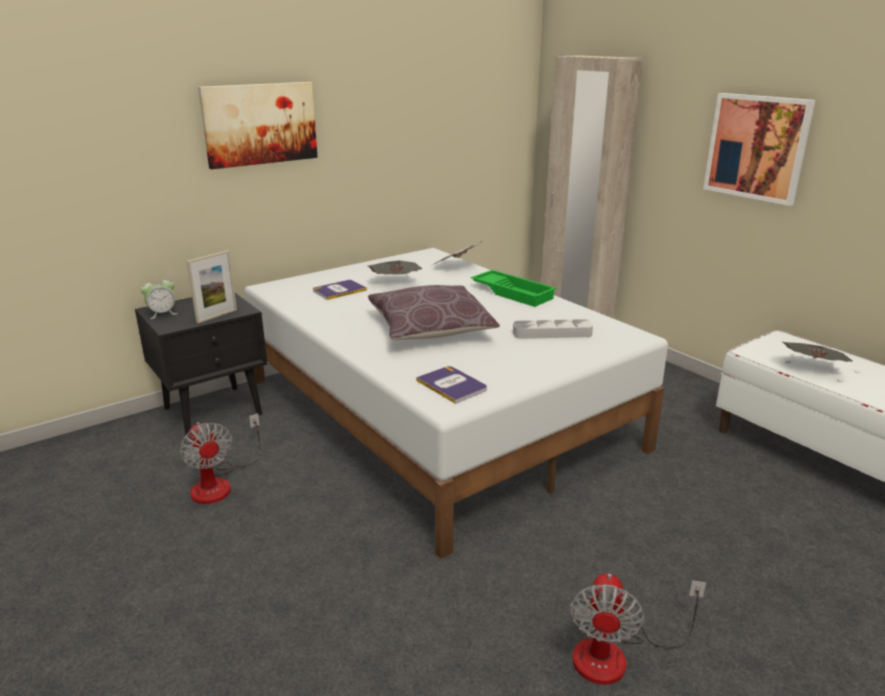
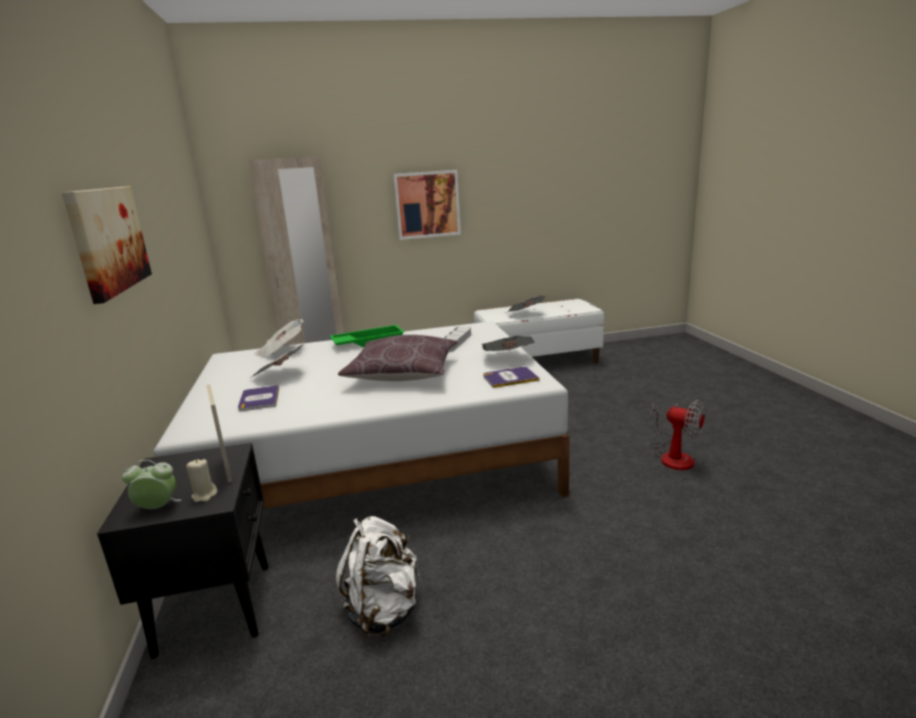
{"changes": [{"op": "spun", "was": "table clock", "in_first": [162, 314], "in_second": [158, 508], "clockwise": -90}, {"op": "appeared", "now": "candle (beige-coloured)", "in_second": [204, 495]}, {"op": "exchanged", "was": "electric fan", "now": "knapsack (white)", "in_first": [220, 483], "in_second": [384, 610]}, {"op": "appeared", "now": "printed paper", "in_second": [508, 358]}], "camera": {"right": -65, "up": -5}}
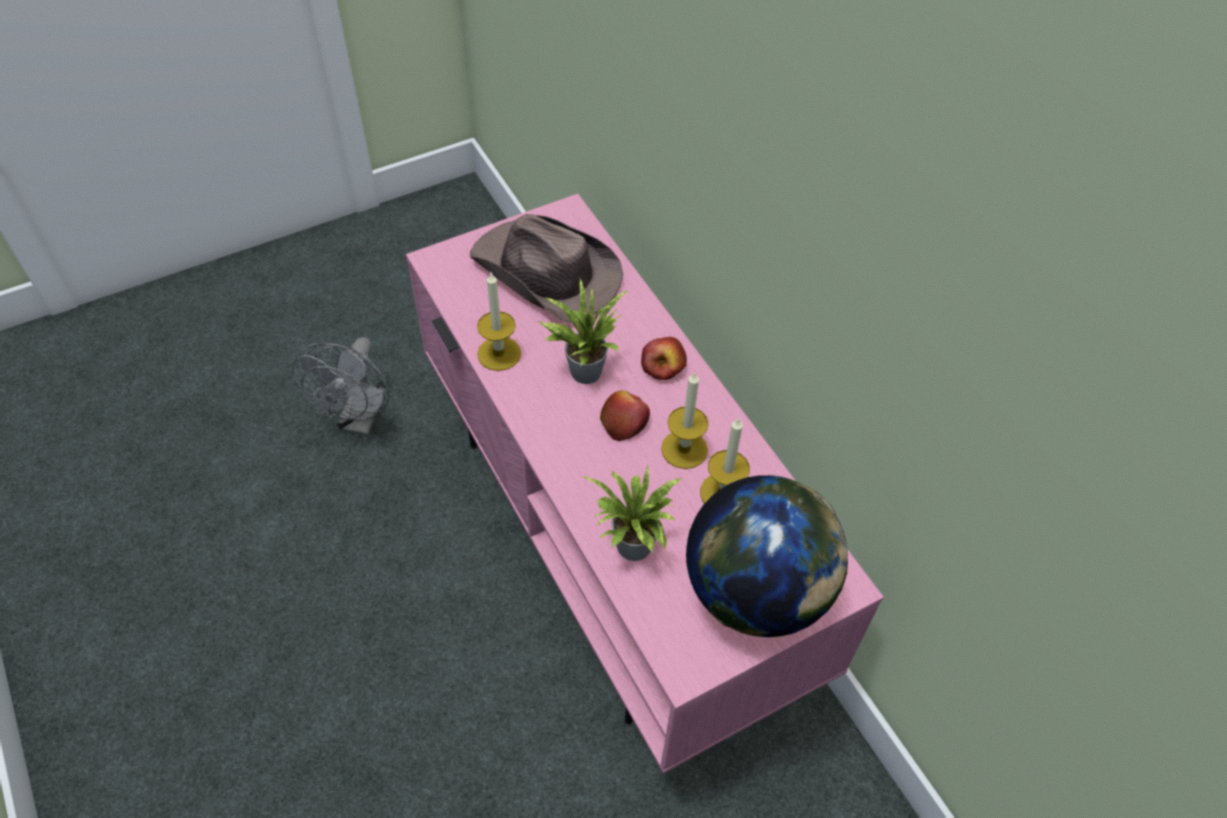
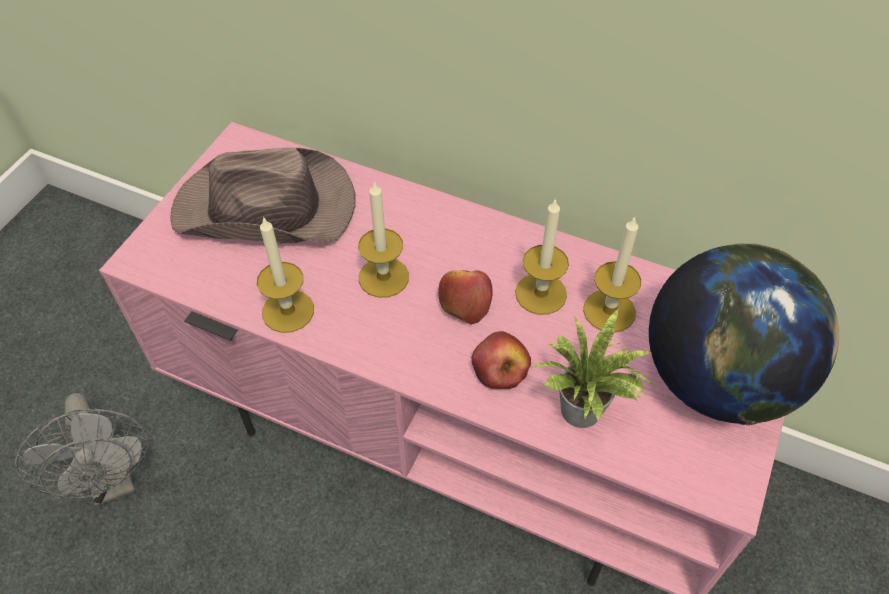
{"changes": [{"op": "exchanged", "was": "potted plant", "now": "candle", "in_first": [583, 369], "in_second": [383, 277]}, {"op": "relocated", "was": "apple fruit", "in_first": [663, 365], "in_second": [500, 368]}], "camera": {"right": -35, "up": 0}}
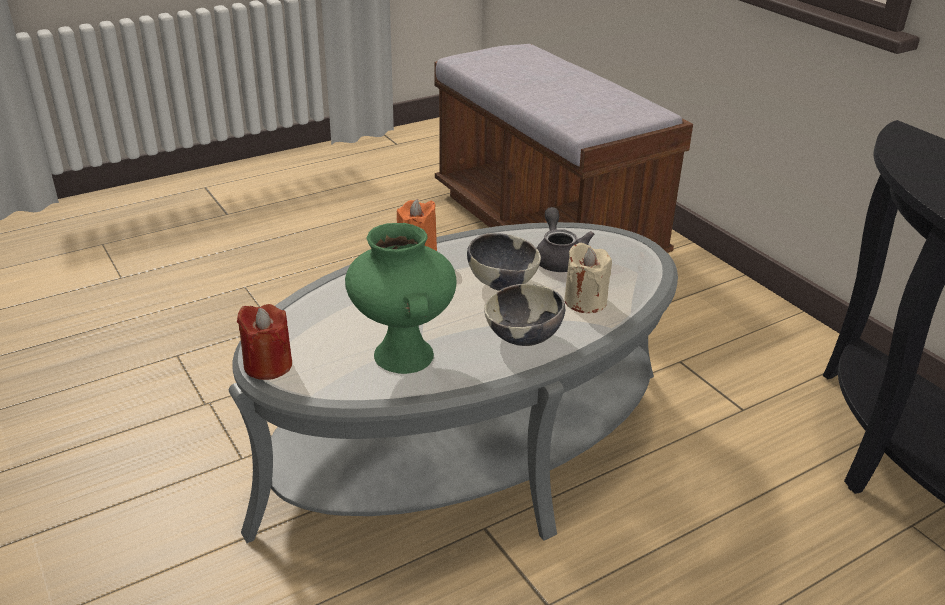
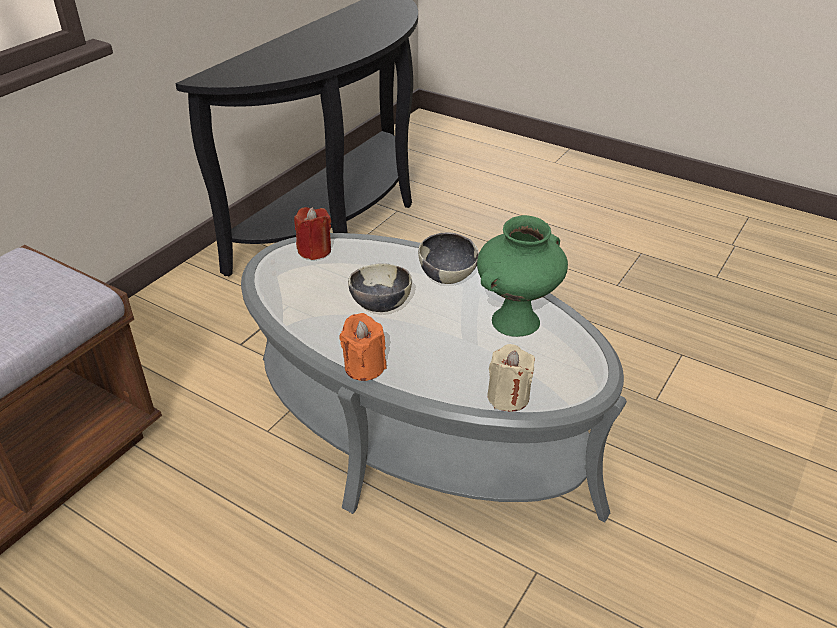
{"changes": [{"op": "relocated", "was": "candle (red-coloured)", "in_first": [268, 365], "in_second": [314, 250]}, {"op": "relocated", "was": "candle (beige-coloured)", "in_first": [585, 301], "in_second": [508, 397]}, {"op": "missing", "was": "teapot (grey)", "in_first": [558, 258]}], "camera": {"right": -115, "up": 5}}
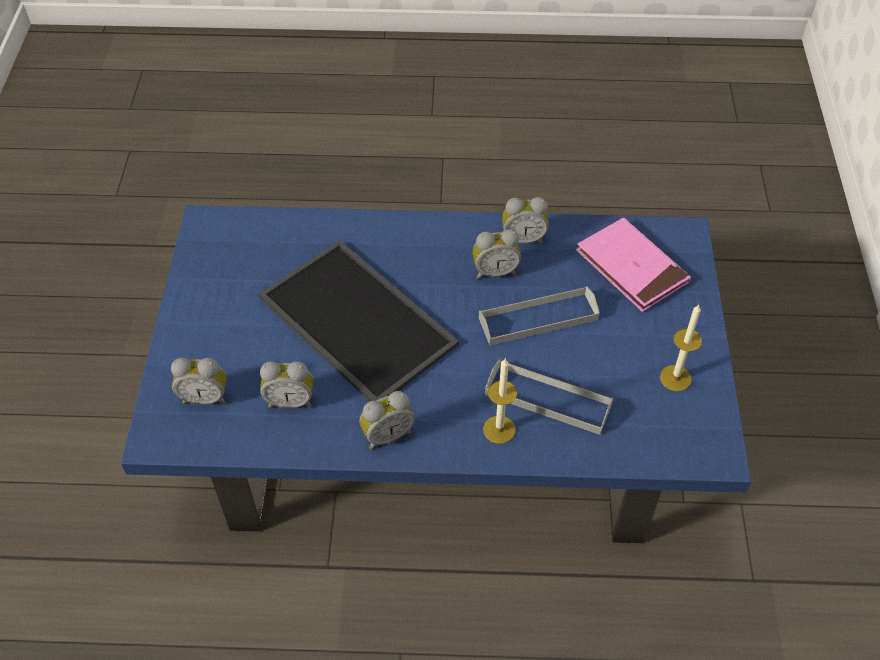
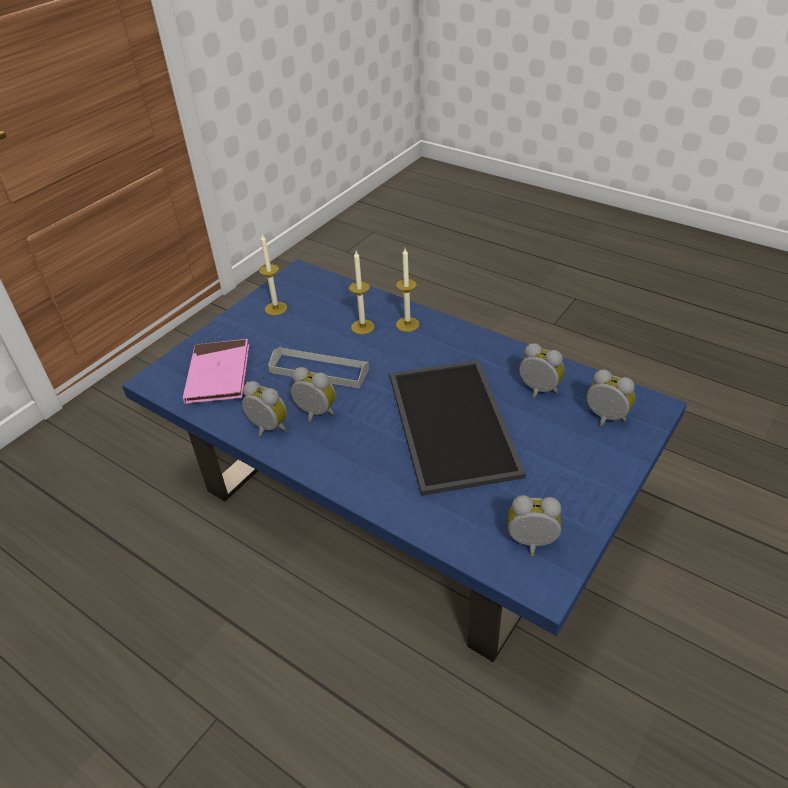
{"changes": [{"op": "exchanged", "was": "carrying tray (grey)", "now": "candle", "in_first": [548, 399], "in_second": [362, 327]}, {"op": "relocated", "was": "table clock", "in_first": [387, 434], "in_second": [531, 544]}], "camera": {"right": -145, "up": -10}}
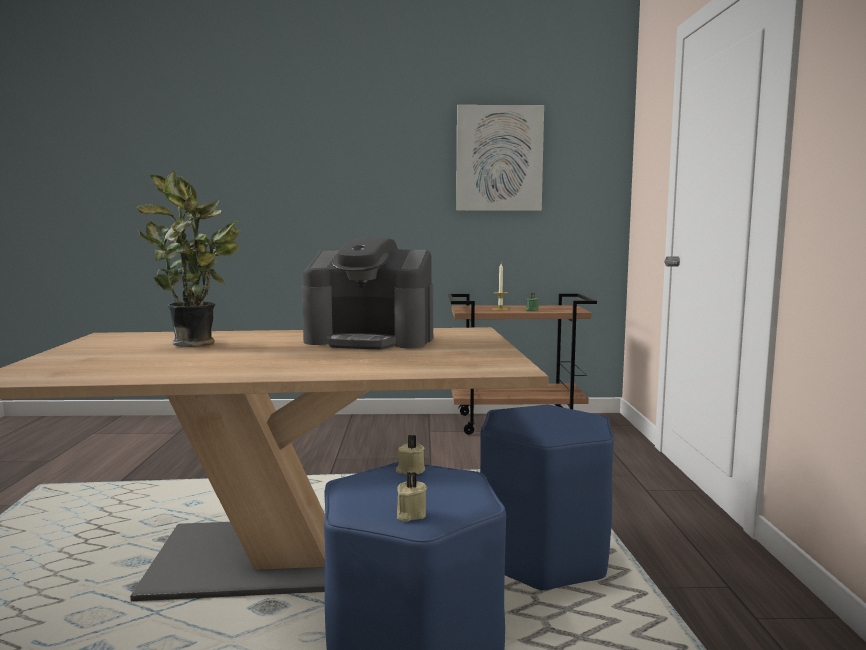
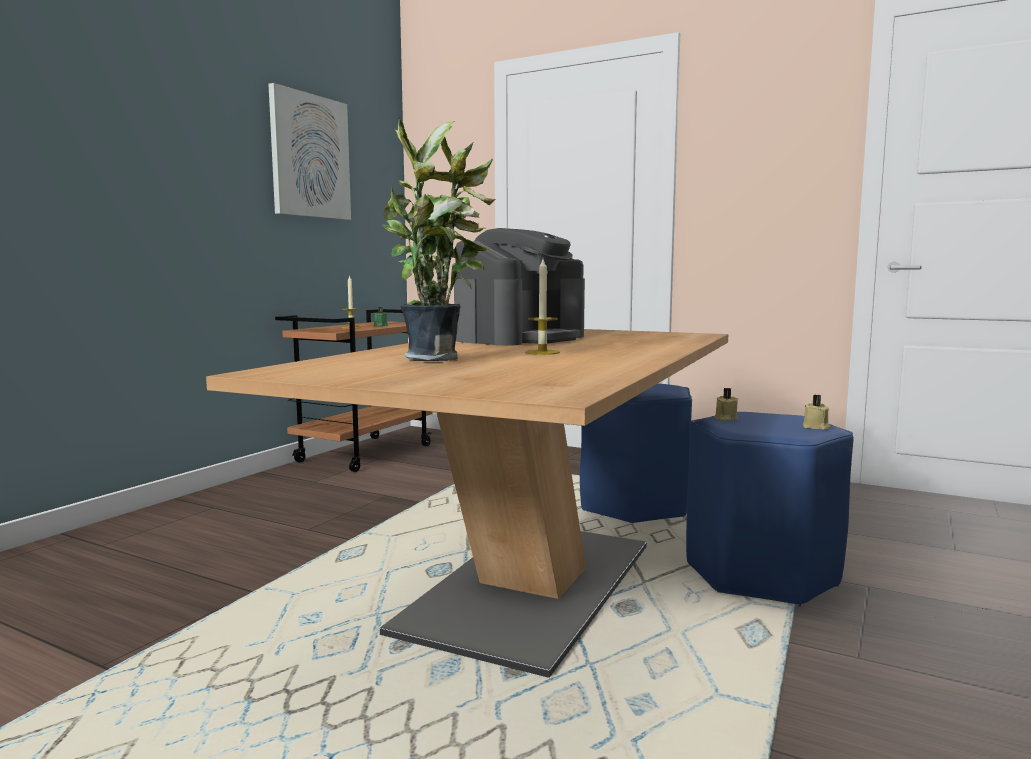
{"changes": [{"op": "appeared", "now": "candle", "in_second": [542, 352]}], "camera": {"right": -60, "up": 0}}
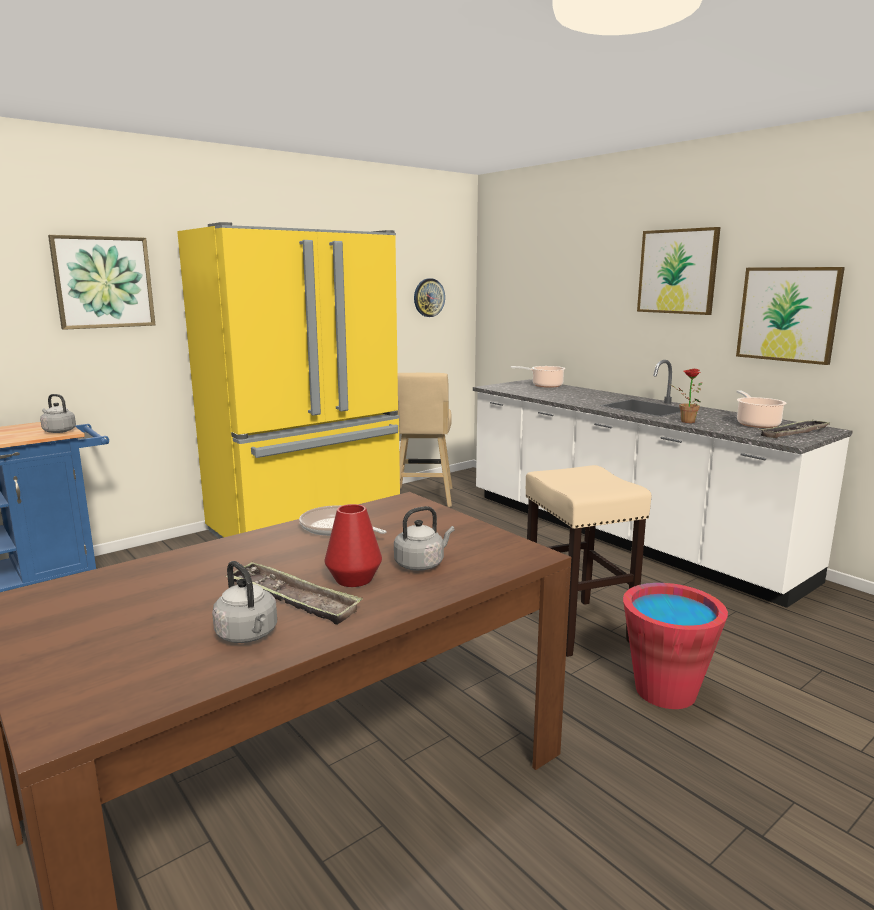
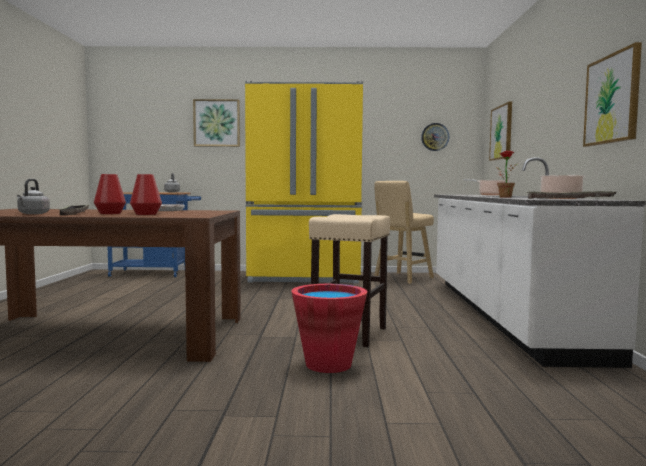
{"changes": [{"op": "exchanged", "was": "tea kettle (grey)", "now": "vase (red-coloured)", "in_first": [421, 564], "in_second": [146, 214]}, {"op": "relocated", "was": "wall art", "in_first": [677, 271], "in_second": [501, 132]}], "camera": {"right": 40, "up": -10}}
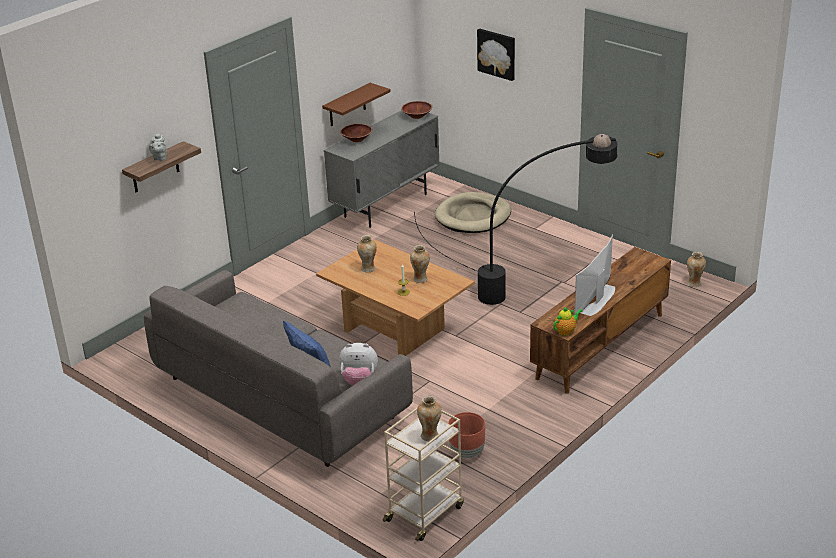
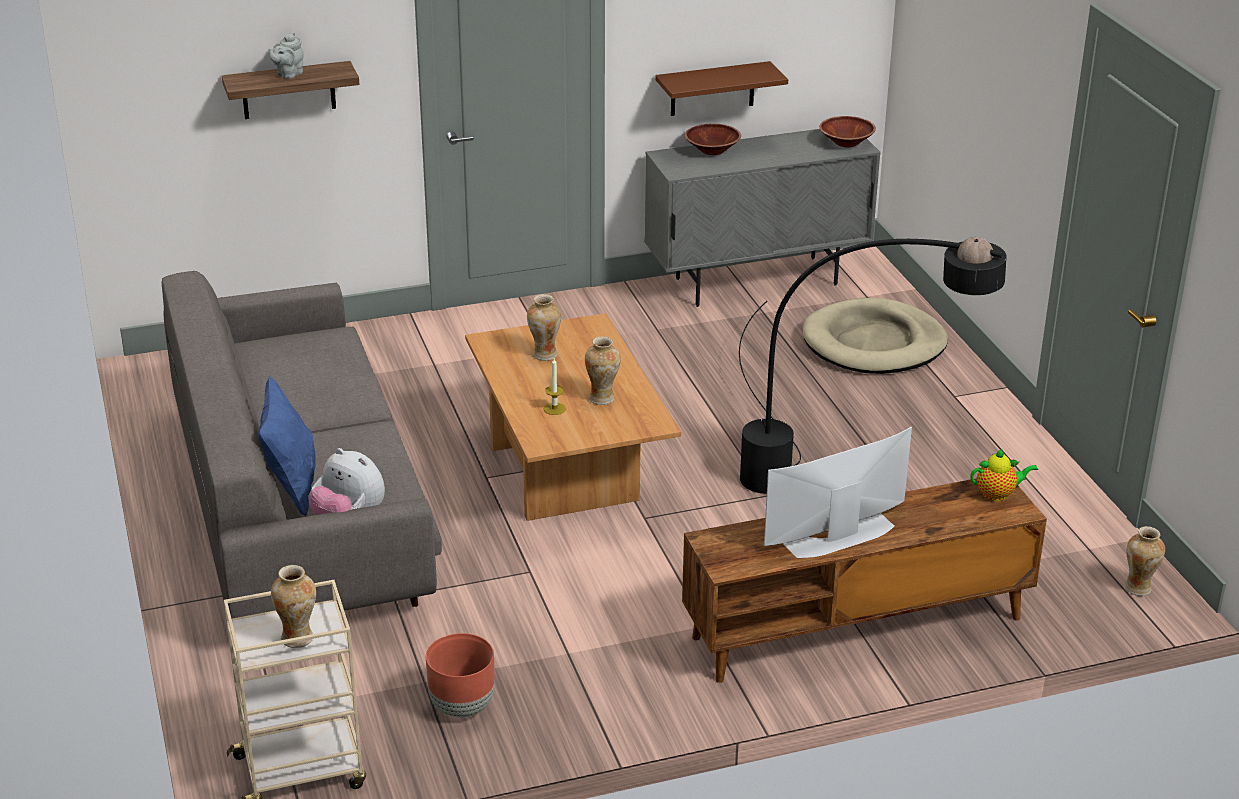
{"changes": [{"op": "relocated", "was": "teapot", "in_first": [566, 331], "in_second": [998, 494]}, {"op": "missing", "was": "wall art", "in_first": [497, 53]}], "camera": {"right": 30, "up": 0}}
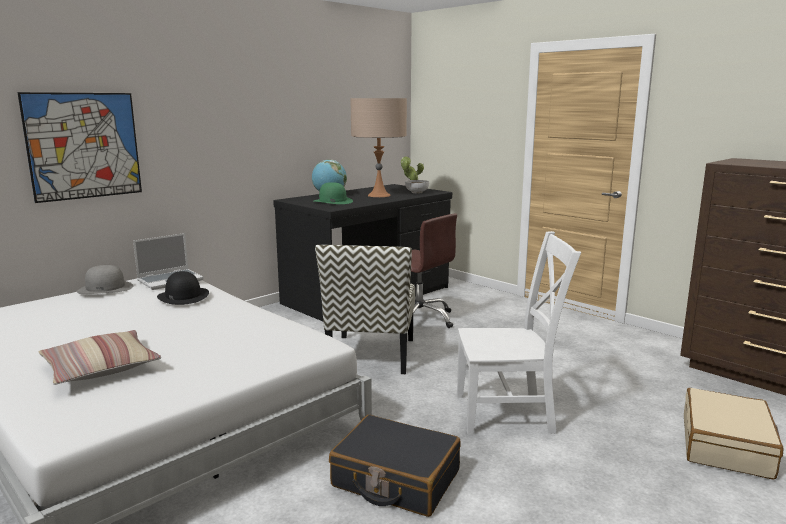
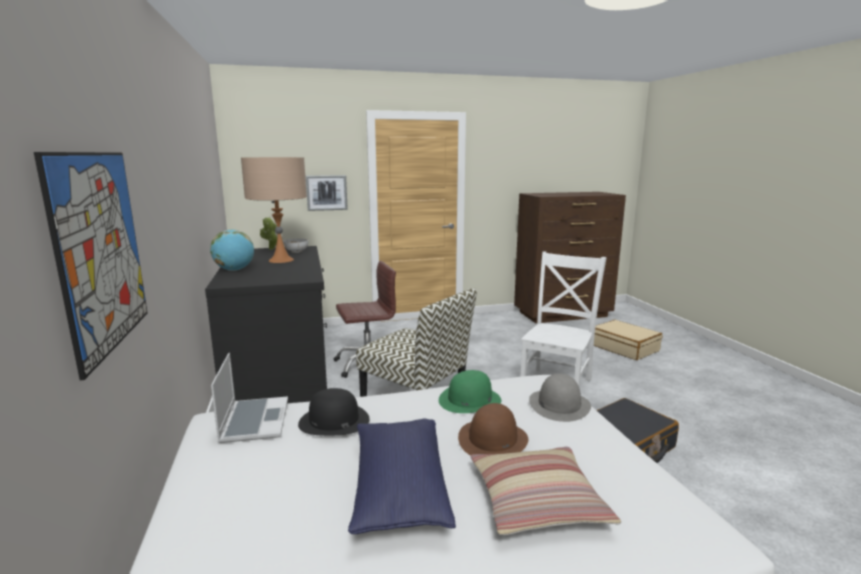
{"changes": [{"op": "appeared", "now": "wall art", "in_second": [326, 192]}, {"op": "appeared", "now": "throw pillow (bluish)", "in_second": [399, 489]}, {"op": "relocated", "was": "wearable hat (green)", "in_first": [332, 201], "in_second": [469, 400]}, {"op": "appeared", "now": "wearable hat (brown)", "in_second": [493, 439]}, {"op": "relocated", "was": "wearable hat (grey)", "in_first": [106, 288], "in_second": [559, 404]}], "camera": {"right": -60, "up": 0}}
